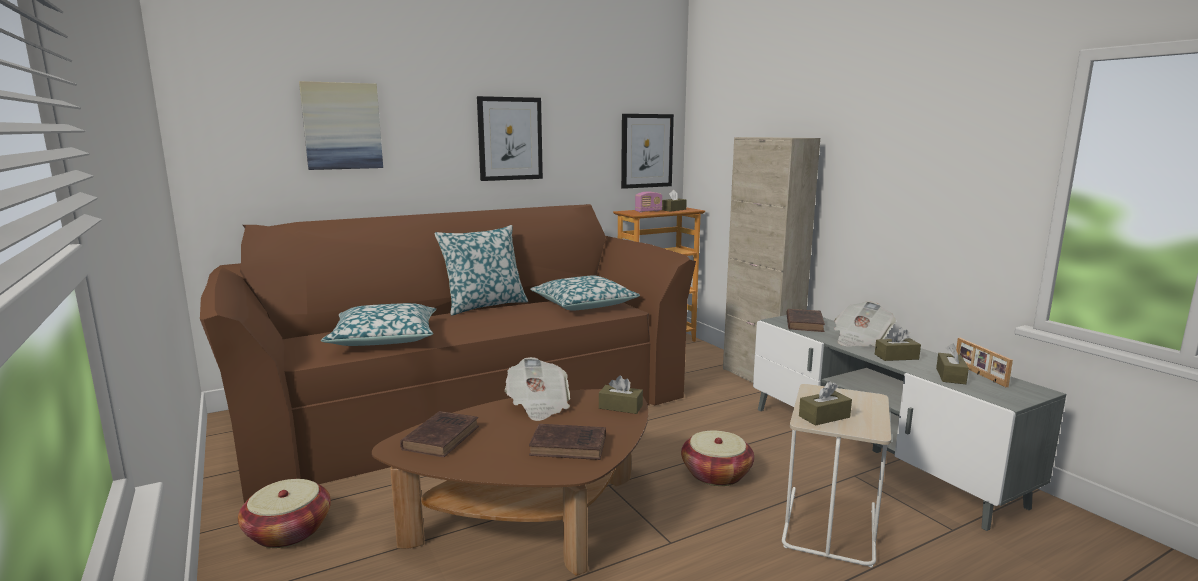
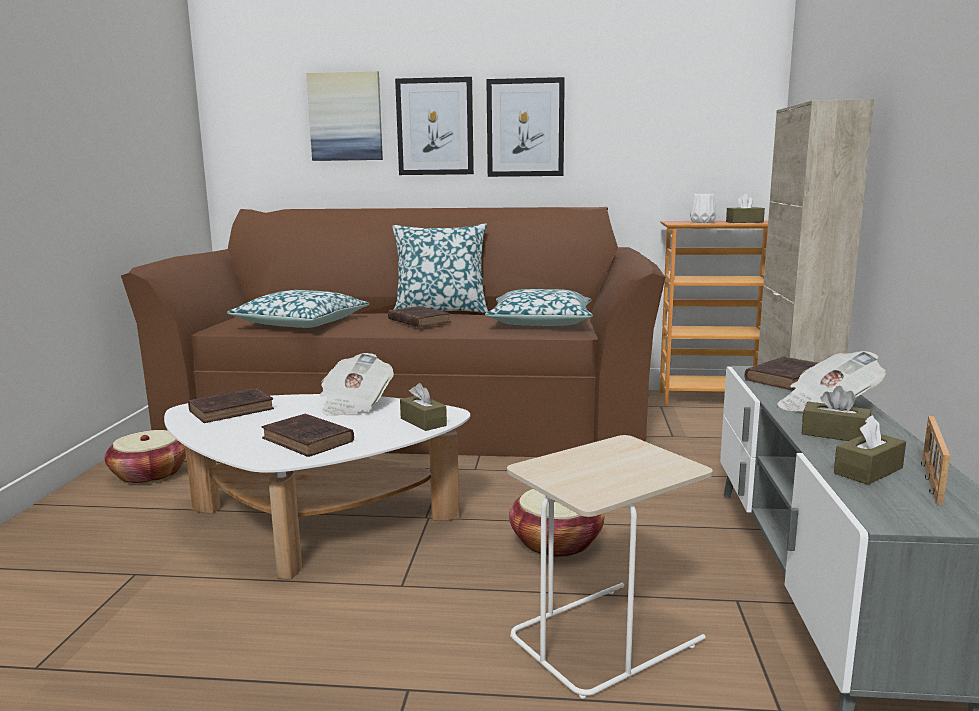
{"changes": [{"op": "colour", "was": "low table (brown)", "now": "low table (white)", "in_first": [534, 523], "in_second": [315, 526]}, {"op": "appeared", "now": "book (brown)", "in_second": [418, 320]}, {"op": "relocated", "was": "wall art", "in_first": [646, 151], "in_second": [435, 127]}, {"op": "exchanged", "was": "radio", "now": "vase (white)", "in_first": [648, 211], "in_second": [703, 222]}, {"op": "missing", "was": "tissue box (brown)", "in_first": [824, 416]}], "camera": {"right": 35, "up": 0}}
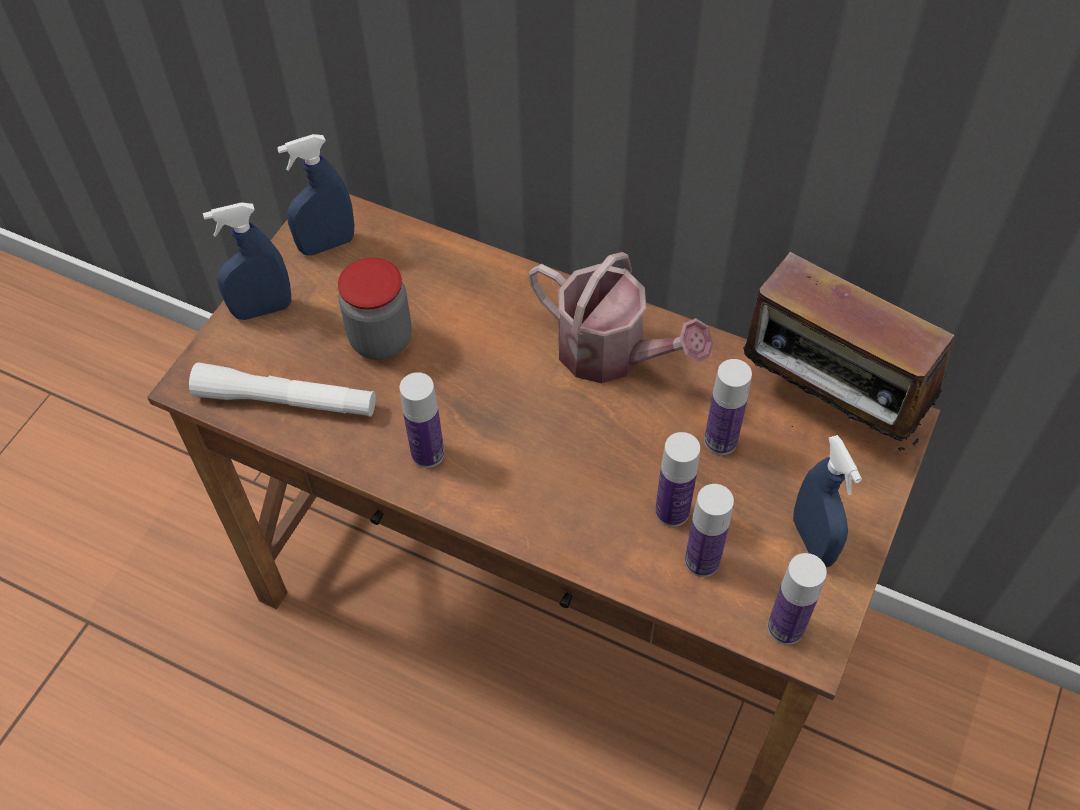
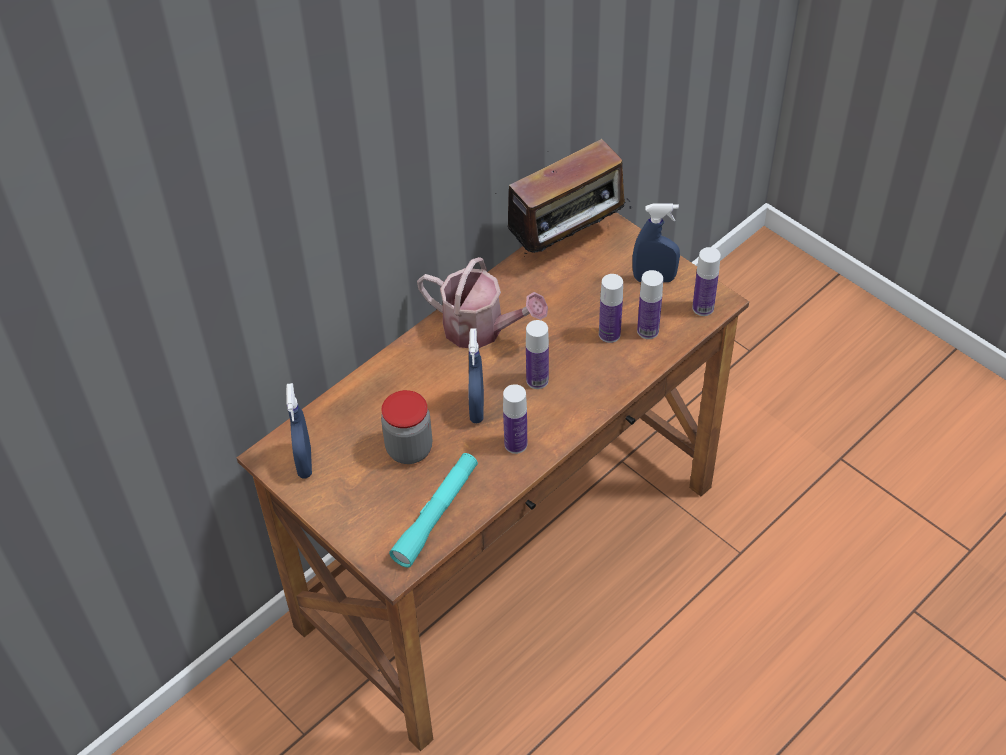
{"changes": [{"op": "colour", "was": "hand torch (white)", "now": "hand torch (turquoise)", "in_first": [286, 401], "in_second": [436, 514]}, {"op": "spun", "was": "watering pot", "in_first": [612, 354], "in_second": [481, 329], "clockwise": 60}, {"op": "relocated", "was": "sprayer (bluish)", "in_first": [262, 309], "in_second": [476, 408]}, {"op": "relocated", "was": "bottle", "in_first": [720, 441], "in_second": [537, 380]}], "camera": {"right": -70, "up": -5}}
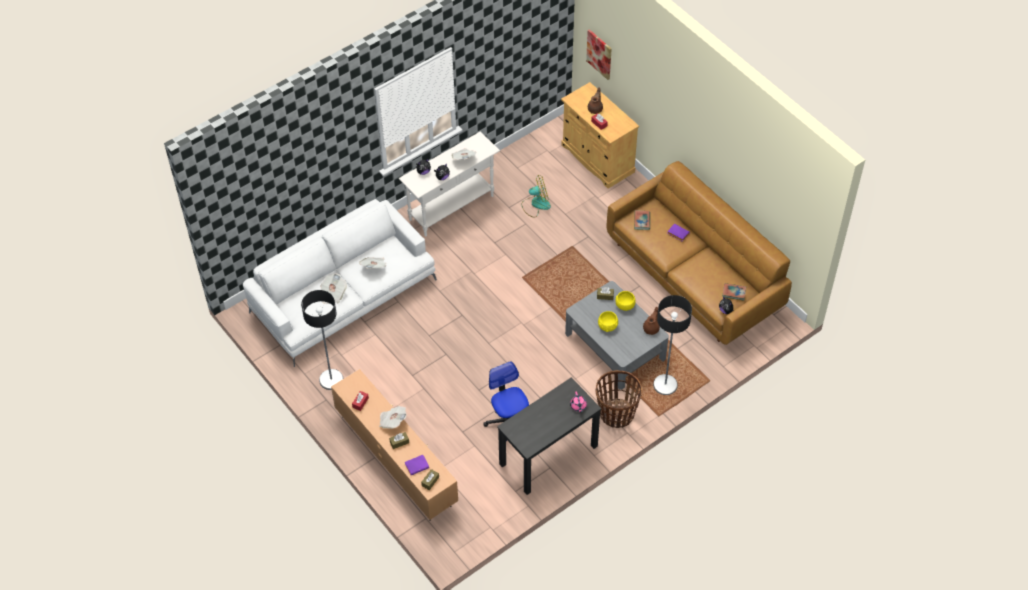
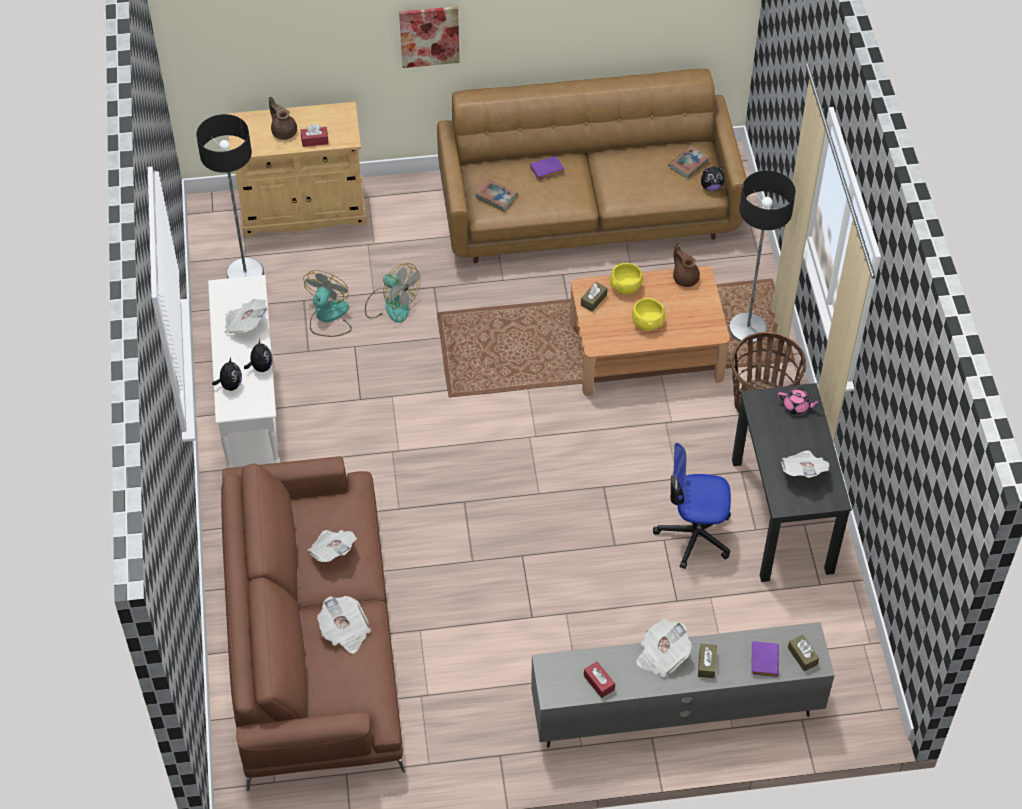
{"changes": [{"op": "relocated", "was": "standing lamp", "in_first": [331, 379], "in_second": [245, 273]}, {"op": "colour", "was": "couch (white)", "now": "couch (brown)", "in_first": [343, 295], "in_second": [313, 639]}, {"op": "appeared", "now": "electric fan", "in_second": [391, 304]}, {"op": "relocated", "was": "wall art", "in_first": [599, 54], "in_second": [429, 36]}, {"op": "colour", "was": "media console (brown)", "now": "media console (grey)", "in_first": [396, 460], "in_second": [676, 710]}, {"op": "colour", "was": "low table (grey)", "now": "low table (brown)", "in_first": [615, 346], "in_second": [646, 350]}, {"op": "appeared", "now": "printed paper", "in_second": [803, 471]}], "camera": {"right": -60, "up": 0}}
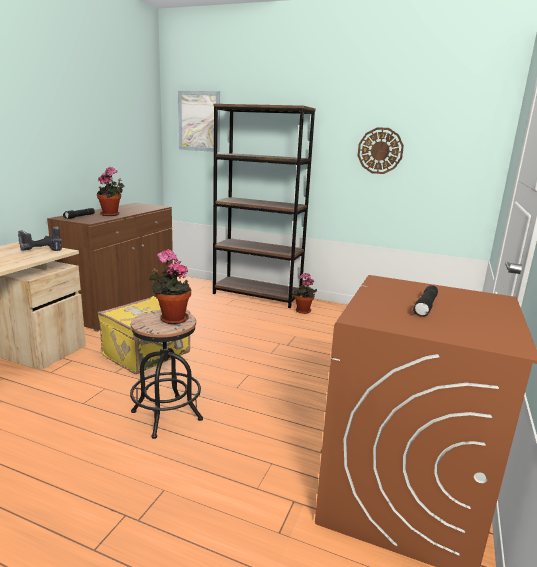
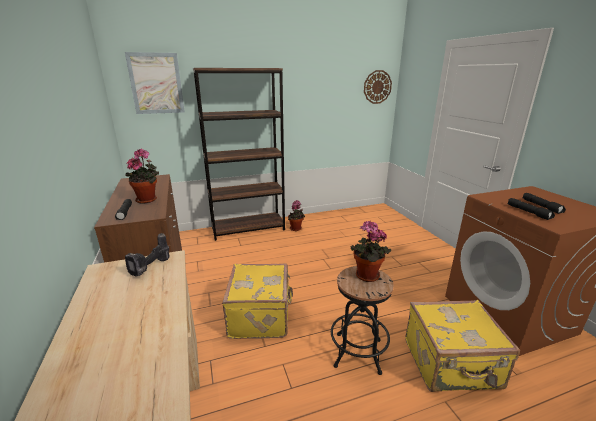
{"changes": [{"op": "relocated", "was": "clock on the wall", "in_first": [380, 151], "in_second": [377, 87]}, {"op": "appeared", "now": "travel case (yellow)", "in_second": [451, 365]}, {"op": "appeared", "now": "hand torch (black-coloured)", "in_second": [529, 212]}], "camera": {"right": -40, "up": 5}}
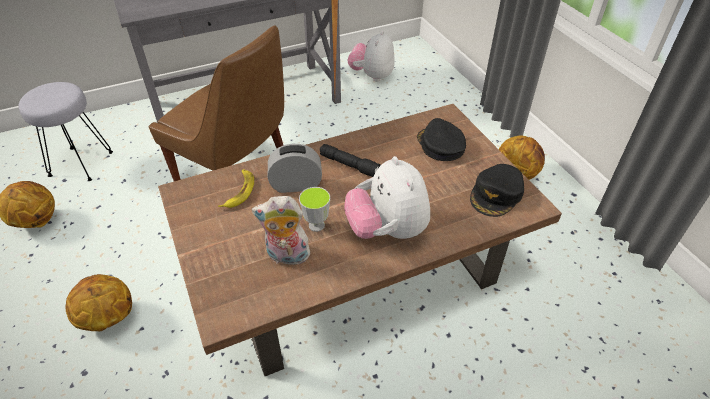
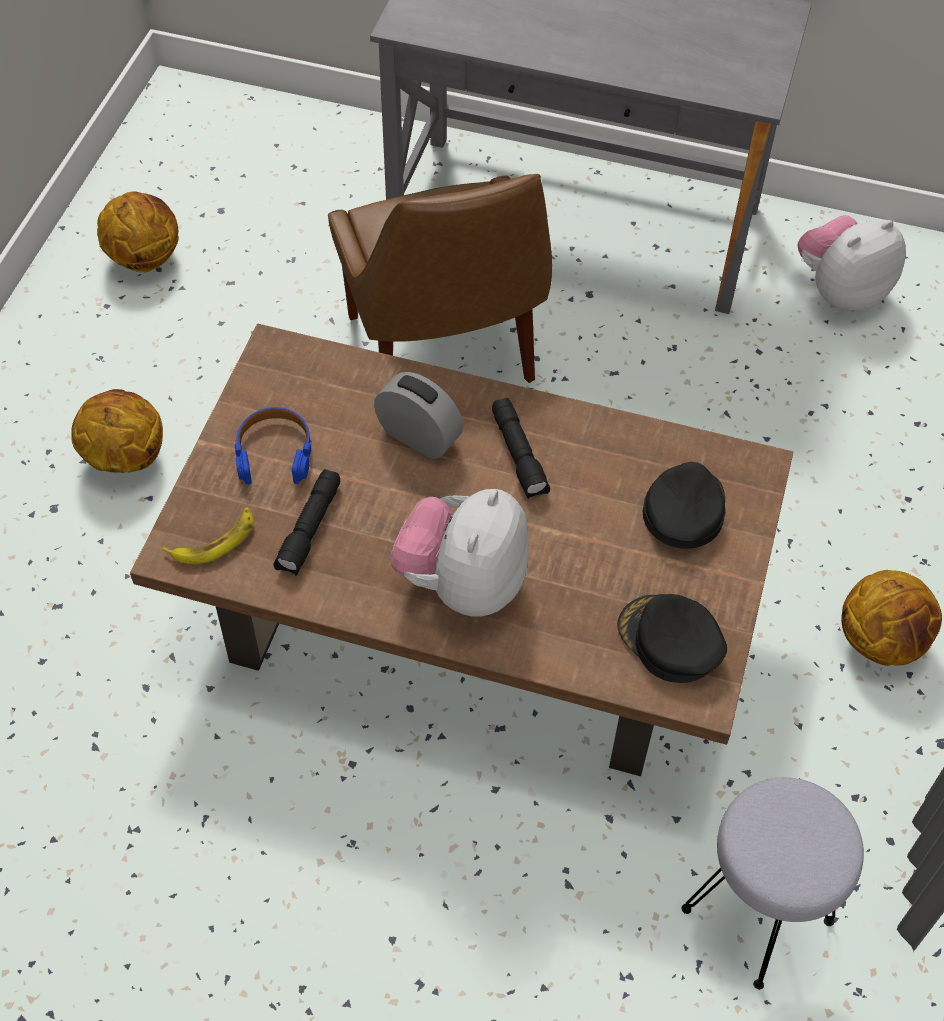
{"changes": [{"op": "relocated", "was": "banana", "in_first": [239, 191], "in_second": [215, 541]}, {"op": "appeared", "now": "headphones (bluish)", "in_second": [274, 452]}, {"op": "exchanged", "was": "soft toy", "now": "hand torch (black-coloured)", "in_first": [286, 256], "in_second": [310, 530]}, {"op": "spun", "was": "baseball cap (black-coloured)", "in_first": [496, 194], "in_second": [669, 641], "clockwise": 60}, {"op": "relocated", "was": "stool (grey)", "in_first": [81, 163], "in_second": [759, 913]}, {"op": "missing", "was": "cup", "in_first": [316, 225]}], "camera": {"right": 40, "up": 10}}
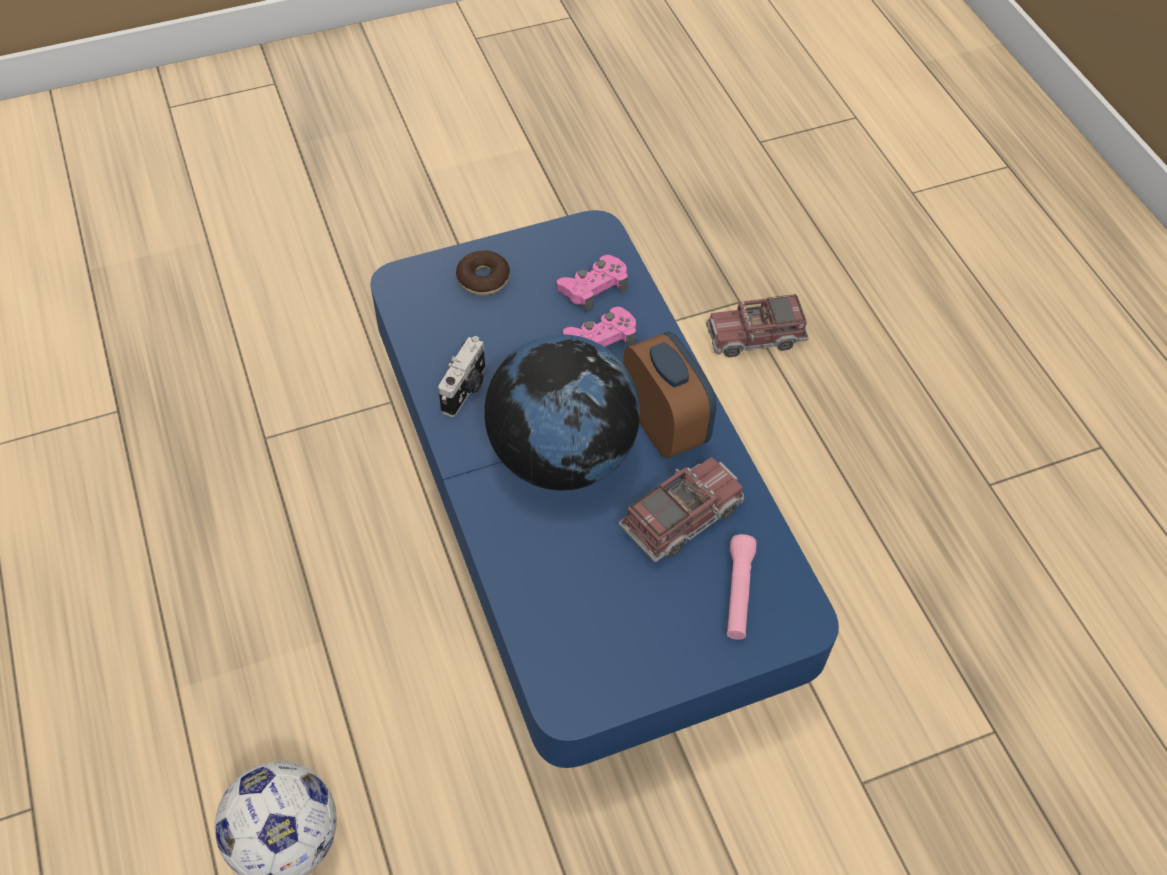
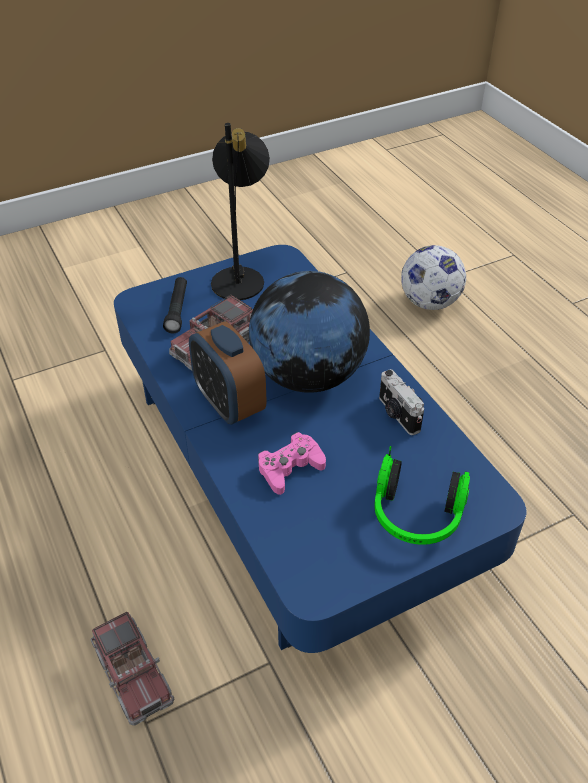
{"changes": [{"op": "spun", "was": "model truck", "in_first": [755, 336], "in_second": [133, 675], "clockwise": 75}, {"op": "colour", "was": "hand torch (pink-coloured)", "now": "hand torch (black-coloured)", "in_first": [738, 593], "in_second": [177, 310]}, {"op": "appeared", "now": "table lamp (black-coloured)", "in_second": [241, 277]}, {"op": "exchanged", "was": "doughnut", "now": "headphones", "in_first": [483, 279], "in_second": [416, 517]}, {"op": "spun", "was": "photo camera", "in_first": [466, 390], "in_second": [397, 414], "clockwise": -45}, {"op": "missing", "was": "joypad (pink-coloured)", "in_first": [593, 288]}], "camera": {"right": 175, "up": -10}}
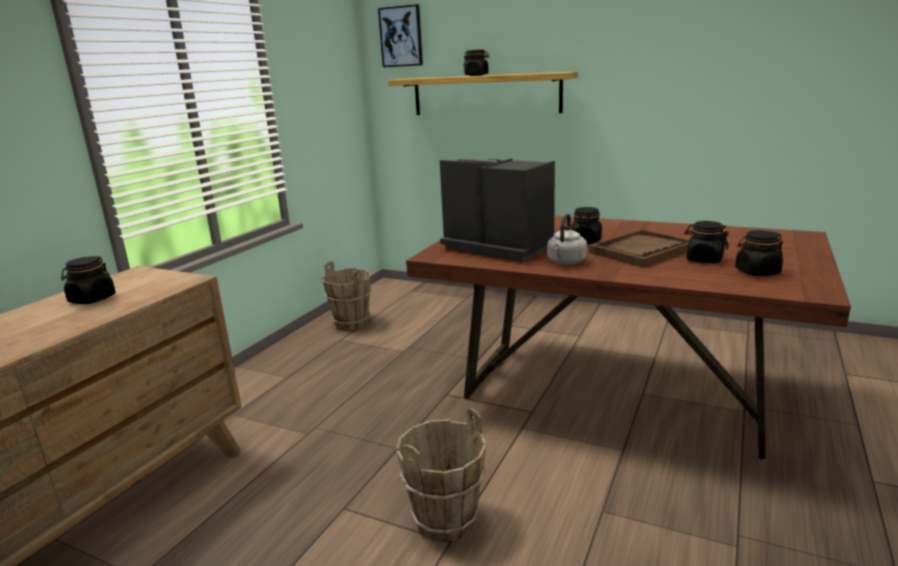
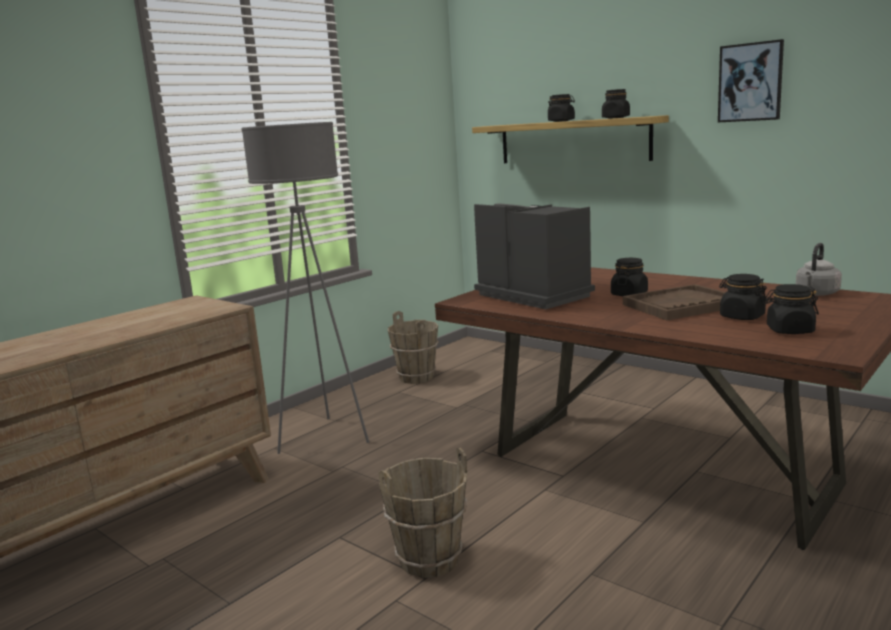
{"changes": [{"op": "appeared", "now": "standing lamp (grey)", "in_second": [324, 437]}, {"op": "relocated", "was": "preserve jar (black-coloured)", "in_first": [92, 299], "in_second": [615, 118]}, {"op": "relocated", "was": "wall art", "in_first": [401, 36], "in_second": [750, 82]}, {"op": "relocated", "was": "tea kettle (grey)", "in_first": [566, 262], "in_second": [816, 294]}], "camera": {"right": 15, "up": -5}}
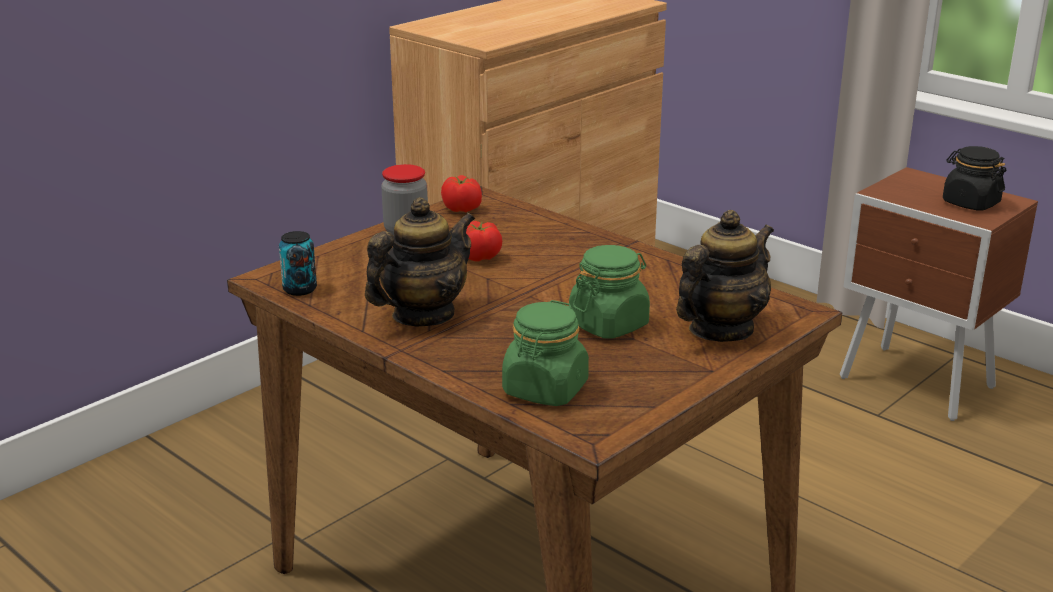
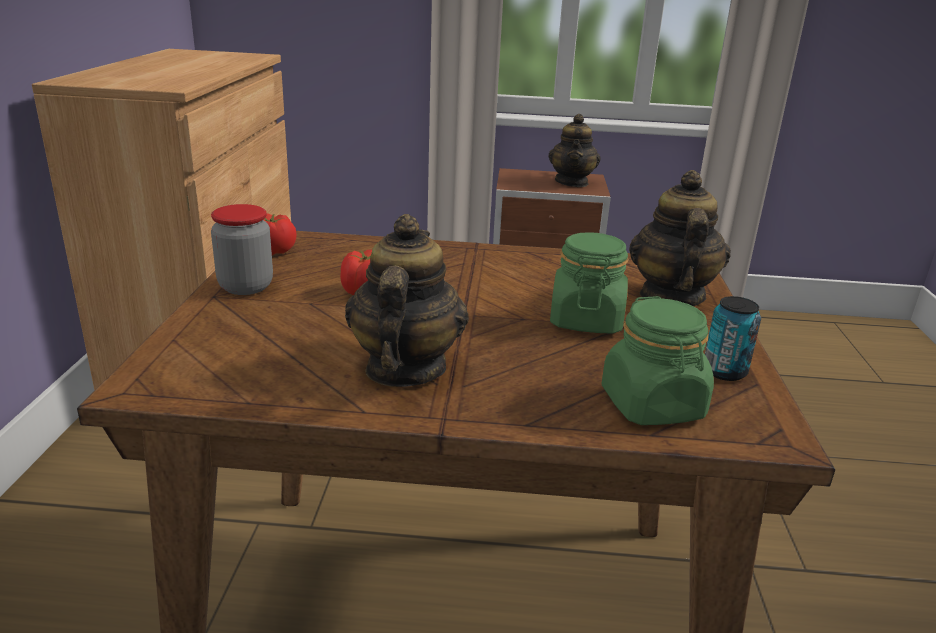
{"changes": [{"op": "exchanged", "was": "preserve jar (black-coloured)", "now": "teapot", "in_first": [970, 203], "in_second": [572, 182]}, {"op": "relocated", "was": "can", "in_first": [300, 289], "in_second": [724, 371]}], "camera": {"right": -40, "up": 0}}
